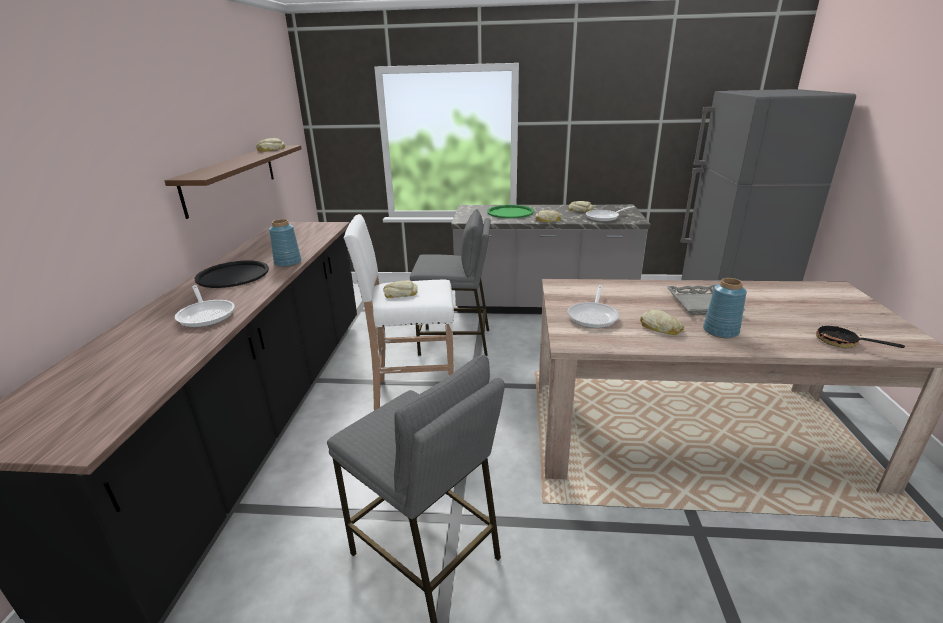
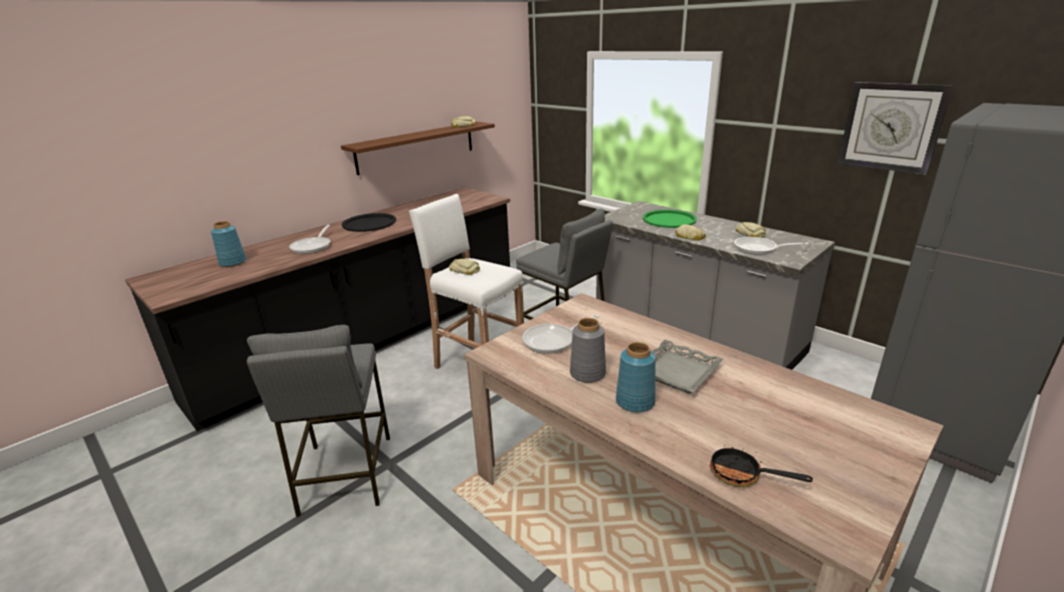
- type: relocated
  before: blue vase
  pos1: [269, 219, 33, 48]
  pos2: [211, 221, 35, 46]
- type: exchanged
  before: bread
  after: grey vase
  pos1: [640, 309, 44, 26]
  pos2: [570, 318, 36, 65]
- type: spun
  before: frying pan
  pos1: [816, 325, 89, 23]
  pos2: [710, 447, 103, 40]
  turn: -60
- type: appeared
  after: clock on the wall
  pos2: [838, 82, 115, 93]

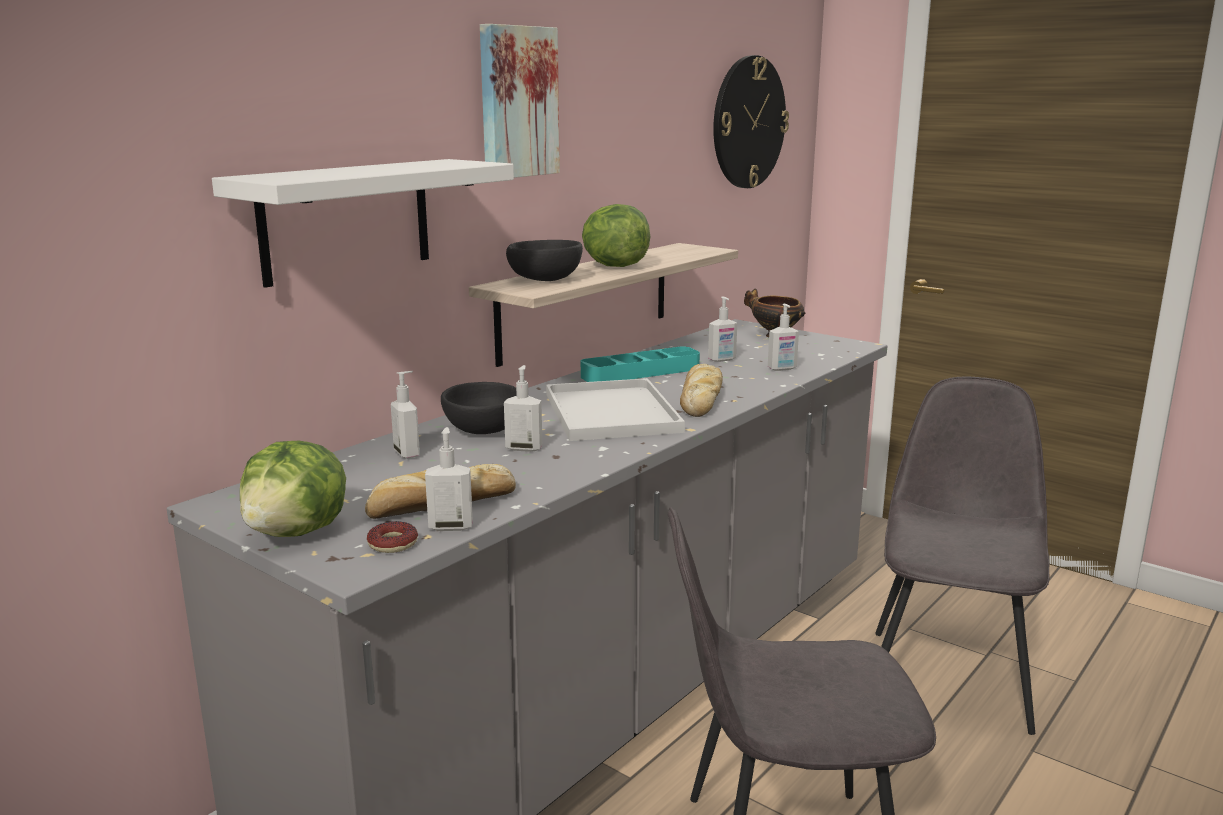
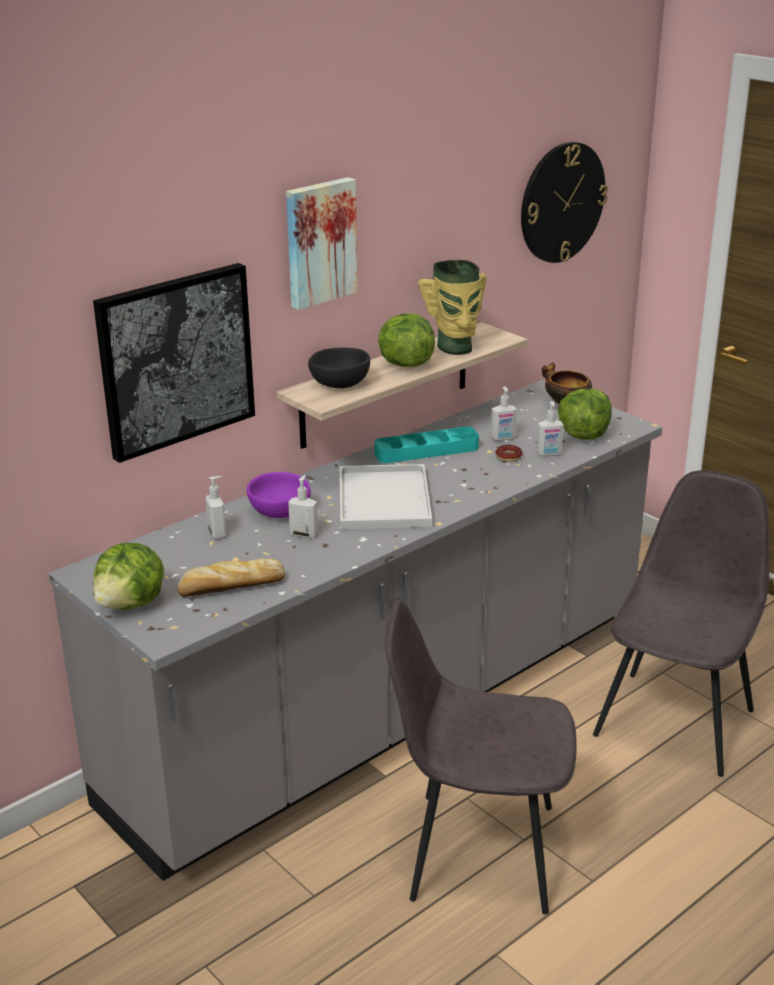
- type: exchanged
  before: white wall shelf
  after: picture
  pos1: [212, 159, 302, 129]
  pos2: [93, 263, 162, 200]
- type: relocated
  before: doughnut
  pos1: [367, 521, 51, 32]
  pos2: [496, 445, 27, 17]
- type: missing
  before: soap dispenser
  pos1: [425, 427, 48, 104]
- type: colour
  before: black serving bowl
  after: purple serving bowl
  pos1: [441, 382, 76, 52]
  pos2: [246, 472, 65, 46]
- type: missing
  before: bread
  pos1: [680, 364, 43, 53]
- type: appeared
  after: vase
  pos2: [418, 260, 69, 95]
- type: appeared
  after: lettuce
  pos2: [558, 388, 54, 52]

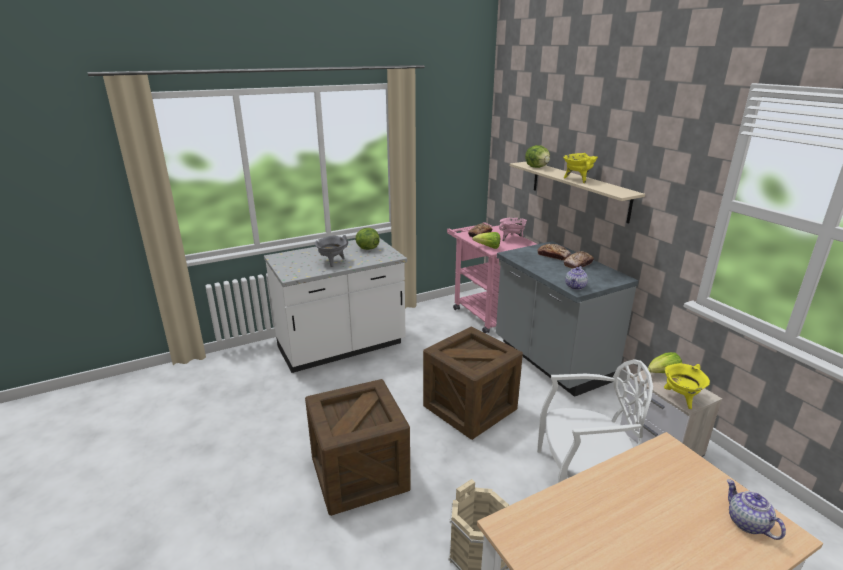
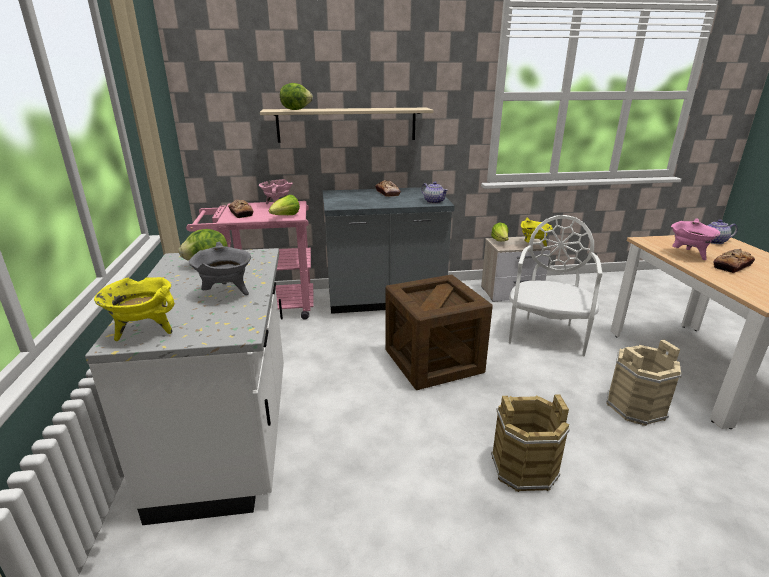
- type: exchanged
  before: crate
  after: brown water bucket
  pos1: [305, 379, 106, 137]
  pos2: [491, 394, 79, 98]
- type: relocated
  before: bread
  pos1: [537, 244, 34, 16]
  pos2: [714, 249, 41, 24]
- type: relocated
  before: yellowish saucepot
  pos1: [563, 153, 35, 30]
  pos2: [94, 277, 81, 64]
- type: appeared
  after: pink-coloured saucepot
  pos2: [671, 219, 49, 41]

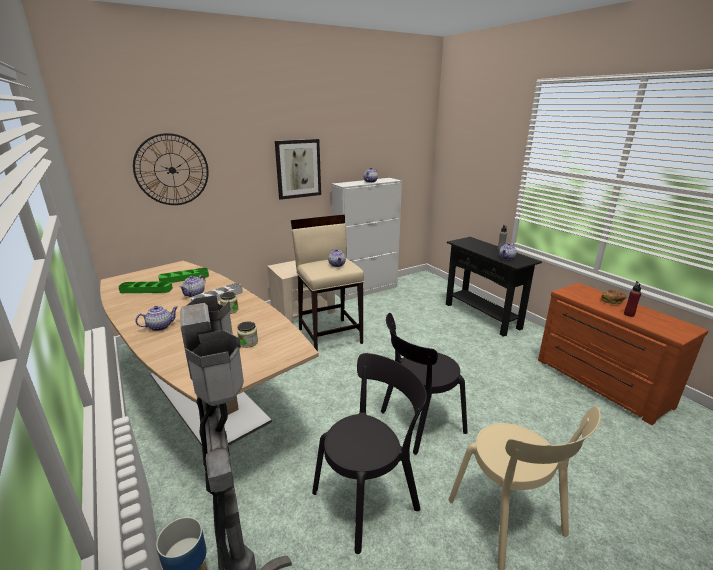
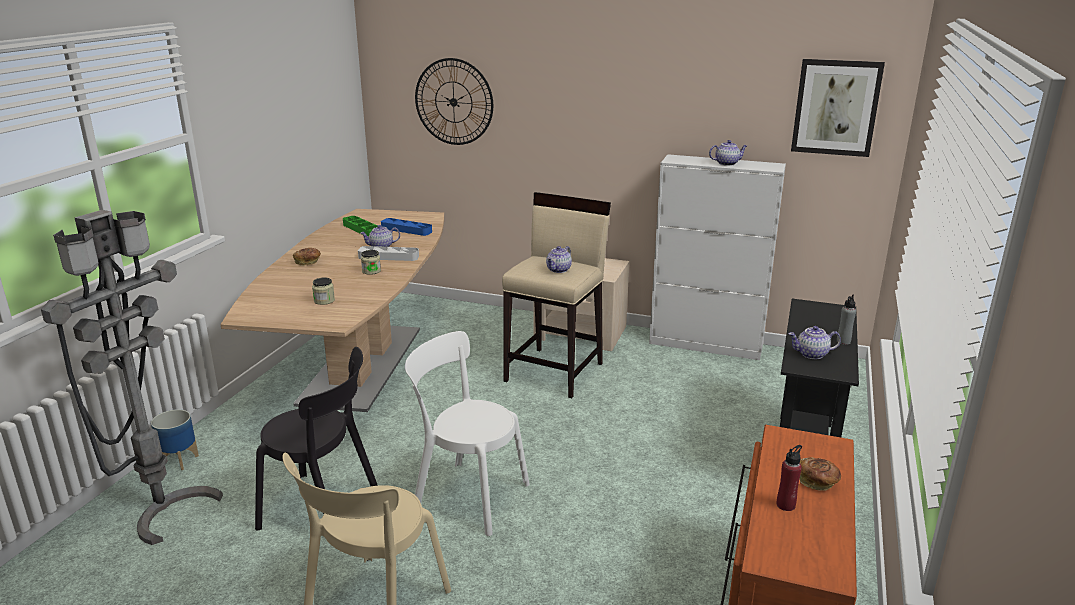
- type: exchanged
  before: tea pot
  after: bread
  pos1: [135, 306, 43, 25]
  pos2: [293, 248, 28, 17]
- type: colour
  before: greenish tray
  after: blue tray
  pos1: [158, 268, 51, 15]
  pos2: [381, 218, 51, 18]
- type: relocated
  before: picture
  pos1: [275, 139, 46, 61]
  pos2: [791, 59, 94, 98]
- type: colour
  before: black plain chair
  after: white plain chair
  pos1: [381, 313, 87, 142]
  pos2: [405, 331, 125, 205]

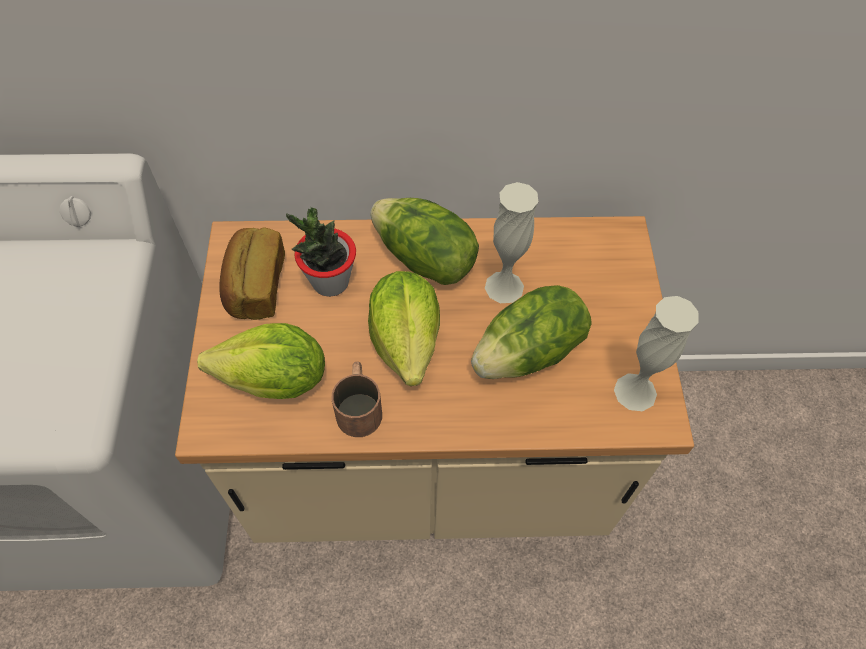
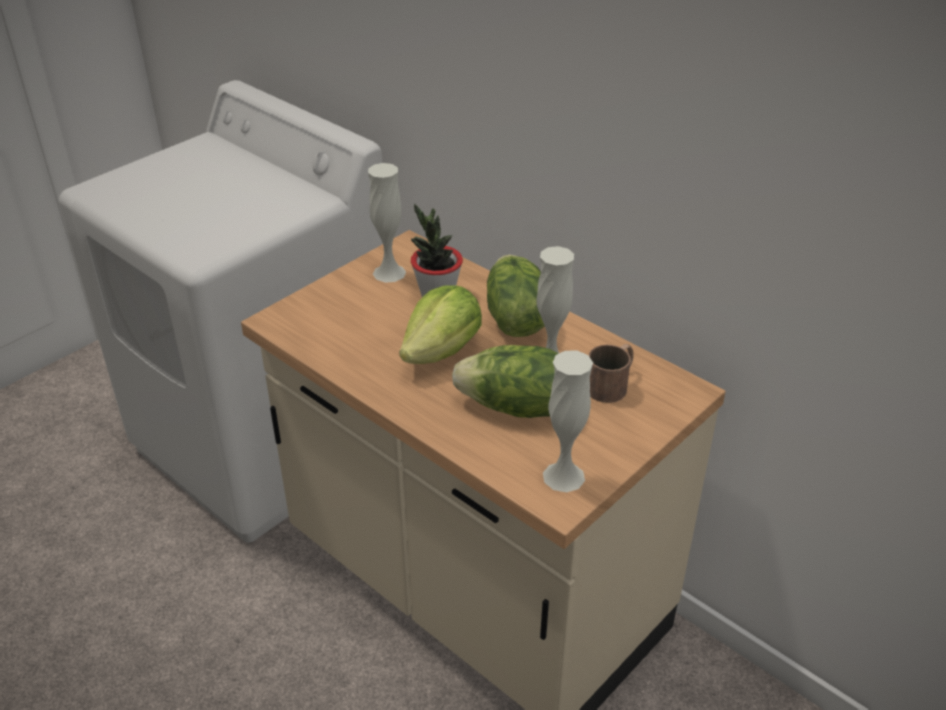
- type: missing
  before: lettuce
  pos1: [197, 323, 128, 76]
- type: exchanged
  before: bread
  after: white vase
  pos1: [220, 227, 65, 93]
  pos2: [368, 163, 38, 120]
- type: relocated
  before: brown coffee mug
  pos1: [332, 362, 50, 75]
  pos2: [589, 344, 45, 59]

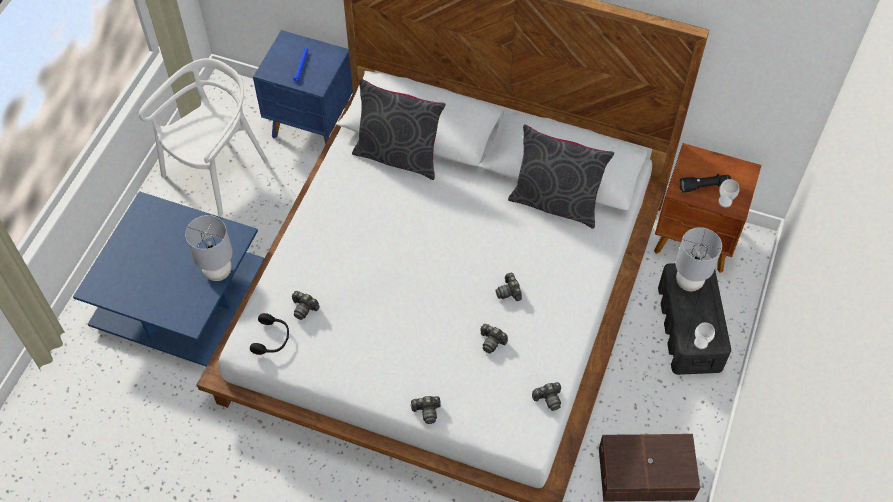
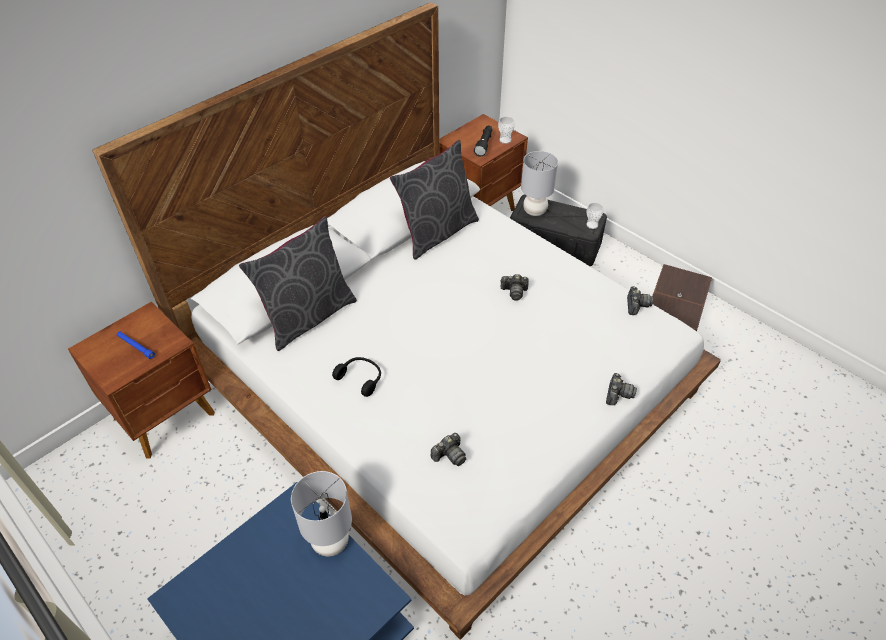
- type: missing
  before: white plain chair
  pos1: [139, 58, 129, 158]
- type: relocated
  before: black headphones
  pos1: [250, 313, 39, 42]
  pos2: [332, 357, 49, 40]
- type: colour
  before: blue night table
  after: brown night table
  pos1: [253, 30, 100, 114]
  pos2: [68, 302, 147, 157]
- type: missing
  before: still camera
  pos1: [480, 324, 28, 29]

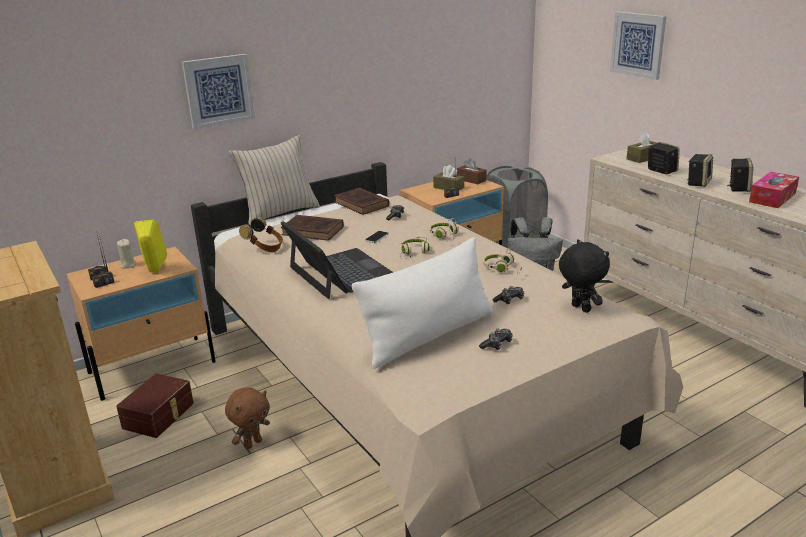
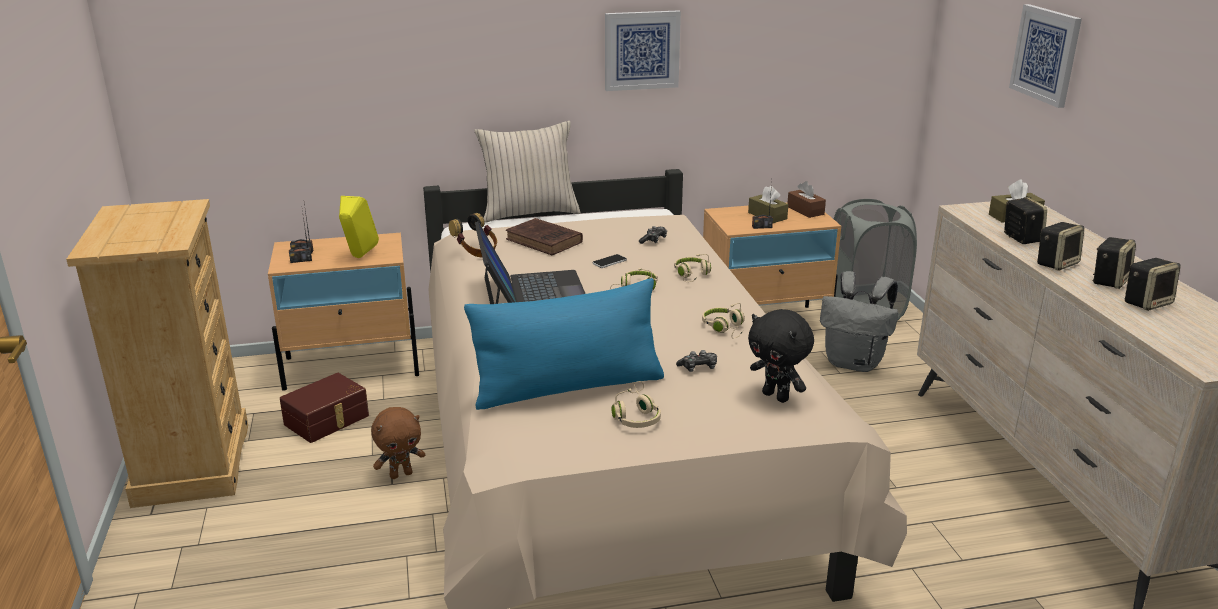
- type: missing
  before: beige-coloured candle
  pos1: [117, 239, 19, 30]
- type: relocated
  before: picture
  pos1: [182, 54, 73, 75]
  pos2: [605, 10, 76, 81]
- type: missing
  before: brown bound book
  pos1: [334, 188, 55, 27]
- type: colour
  before: white throw pillow
  after: blue throw pillow
  pos1: [352, 237, 141, 132]
  pos2: [464, 278, 200, 132]
- type: exchanged
  before: gamepad
  after: beige-coloured headphones
  pos1: [479, 329, 34, 21]
  pos2: [612, 381, 49, 47]
- type: spun
  before: black plush toy
  pos1: [559, 239, 51, 74]
  pos2: [748, 309, 66, 94]
  turn: 150
- type: exchanged
  before: tissue holder
  after: audio speaker
  pos1: [749, 172, 50, 36]
  pos2: [1125, 258, 55, 53]

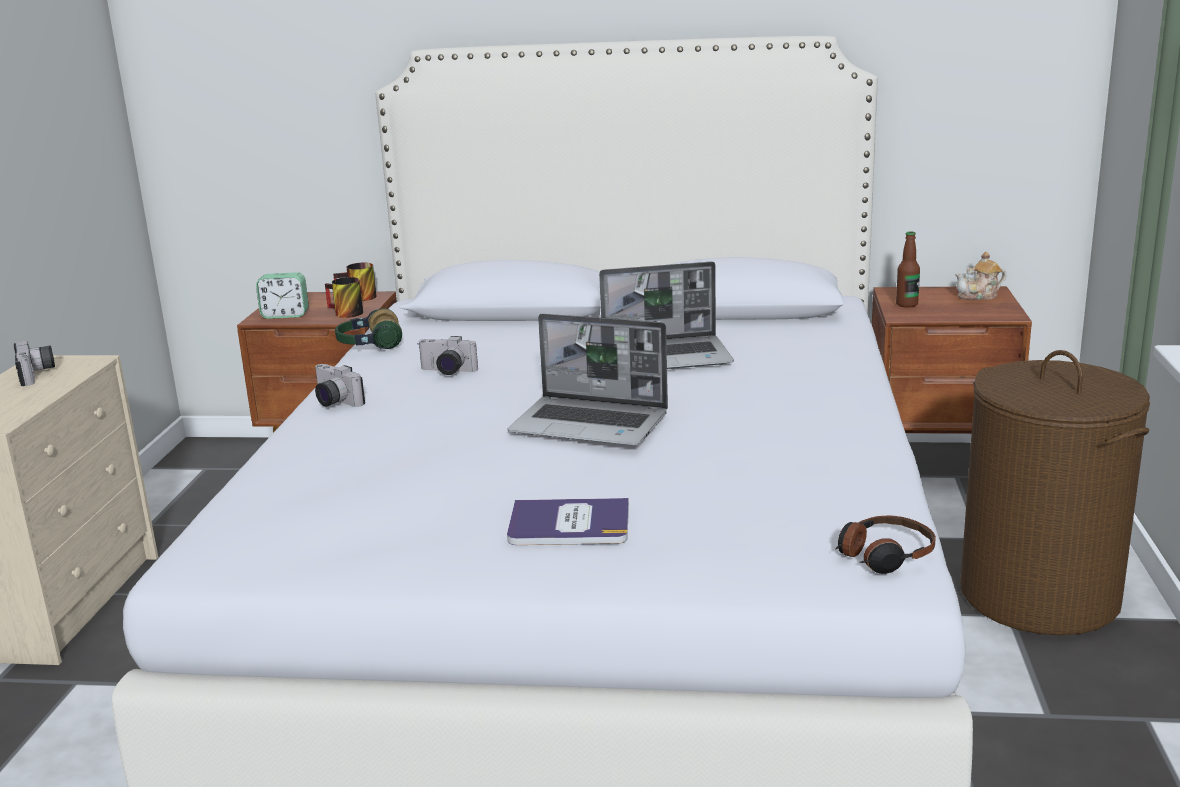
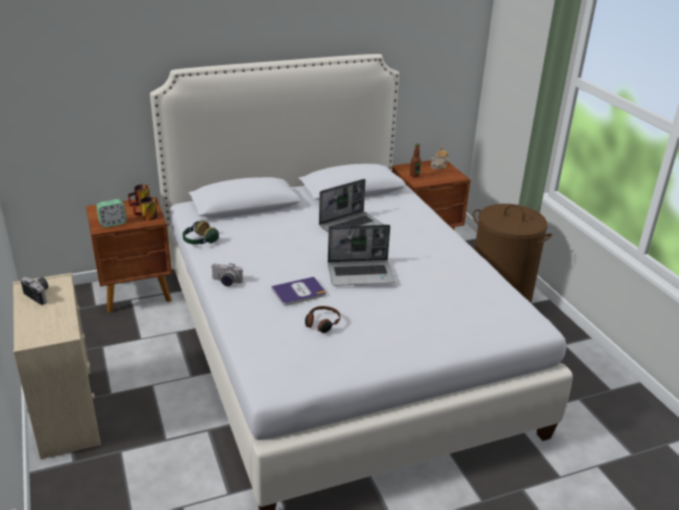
- type: missing
  before: still camera
  pos1: [418, 336, 60, 39]
- type: relocated
  before: bound book
  pos1: [507, 498, 122, 47]
  pos2: [271, 277, 55, 28]
- type: relocated
  before: headphones
  pos1: [836, 516, 100, 58]
  pos2: [305, 306, 35, 27]

